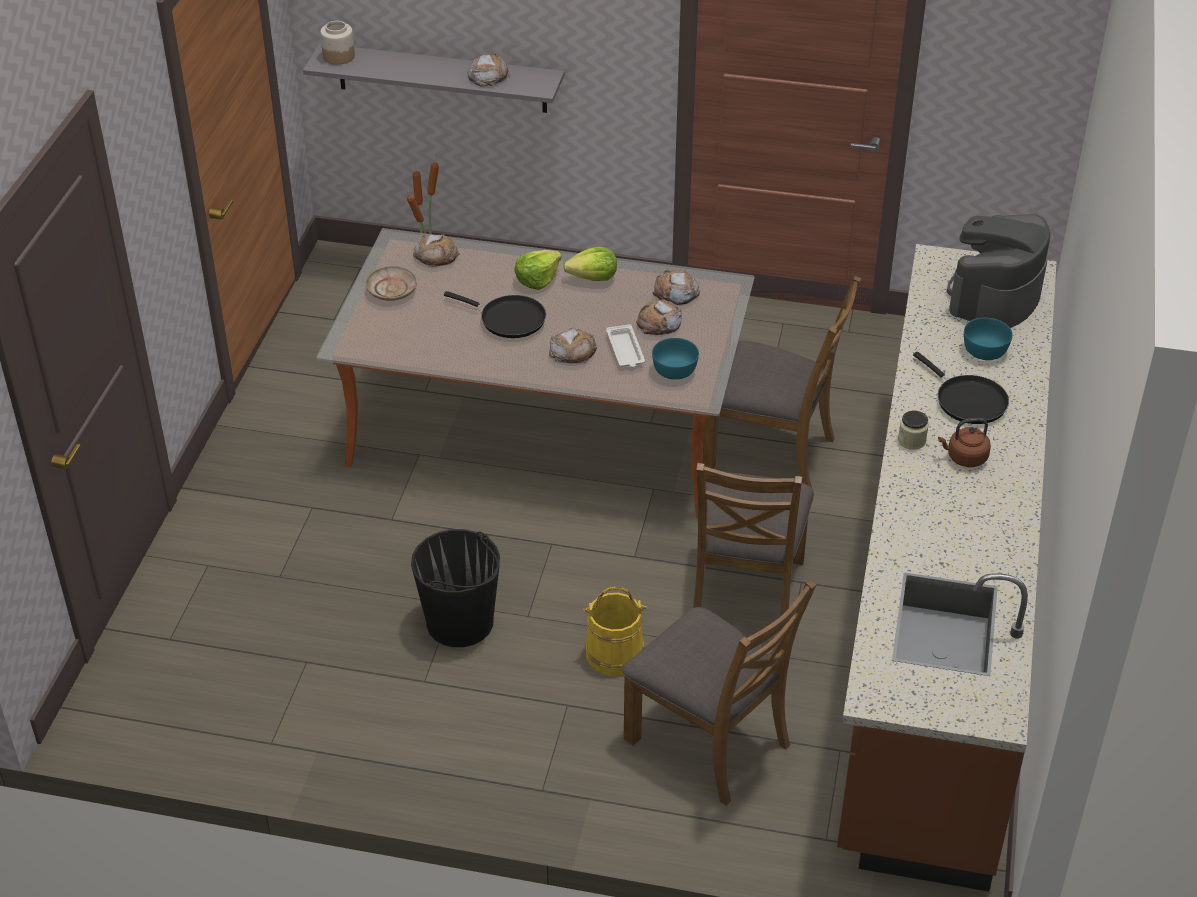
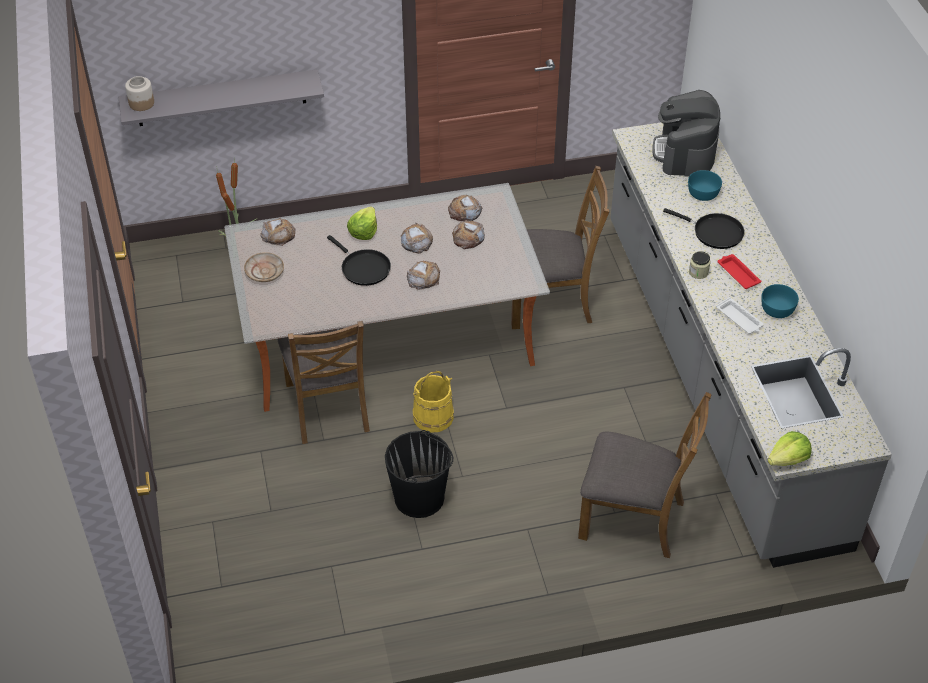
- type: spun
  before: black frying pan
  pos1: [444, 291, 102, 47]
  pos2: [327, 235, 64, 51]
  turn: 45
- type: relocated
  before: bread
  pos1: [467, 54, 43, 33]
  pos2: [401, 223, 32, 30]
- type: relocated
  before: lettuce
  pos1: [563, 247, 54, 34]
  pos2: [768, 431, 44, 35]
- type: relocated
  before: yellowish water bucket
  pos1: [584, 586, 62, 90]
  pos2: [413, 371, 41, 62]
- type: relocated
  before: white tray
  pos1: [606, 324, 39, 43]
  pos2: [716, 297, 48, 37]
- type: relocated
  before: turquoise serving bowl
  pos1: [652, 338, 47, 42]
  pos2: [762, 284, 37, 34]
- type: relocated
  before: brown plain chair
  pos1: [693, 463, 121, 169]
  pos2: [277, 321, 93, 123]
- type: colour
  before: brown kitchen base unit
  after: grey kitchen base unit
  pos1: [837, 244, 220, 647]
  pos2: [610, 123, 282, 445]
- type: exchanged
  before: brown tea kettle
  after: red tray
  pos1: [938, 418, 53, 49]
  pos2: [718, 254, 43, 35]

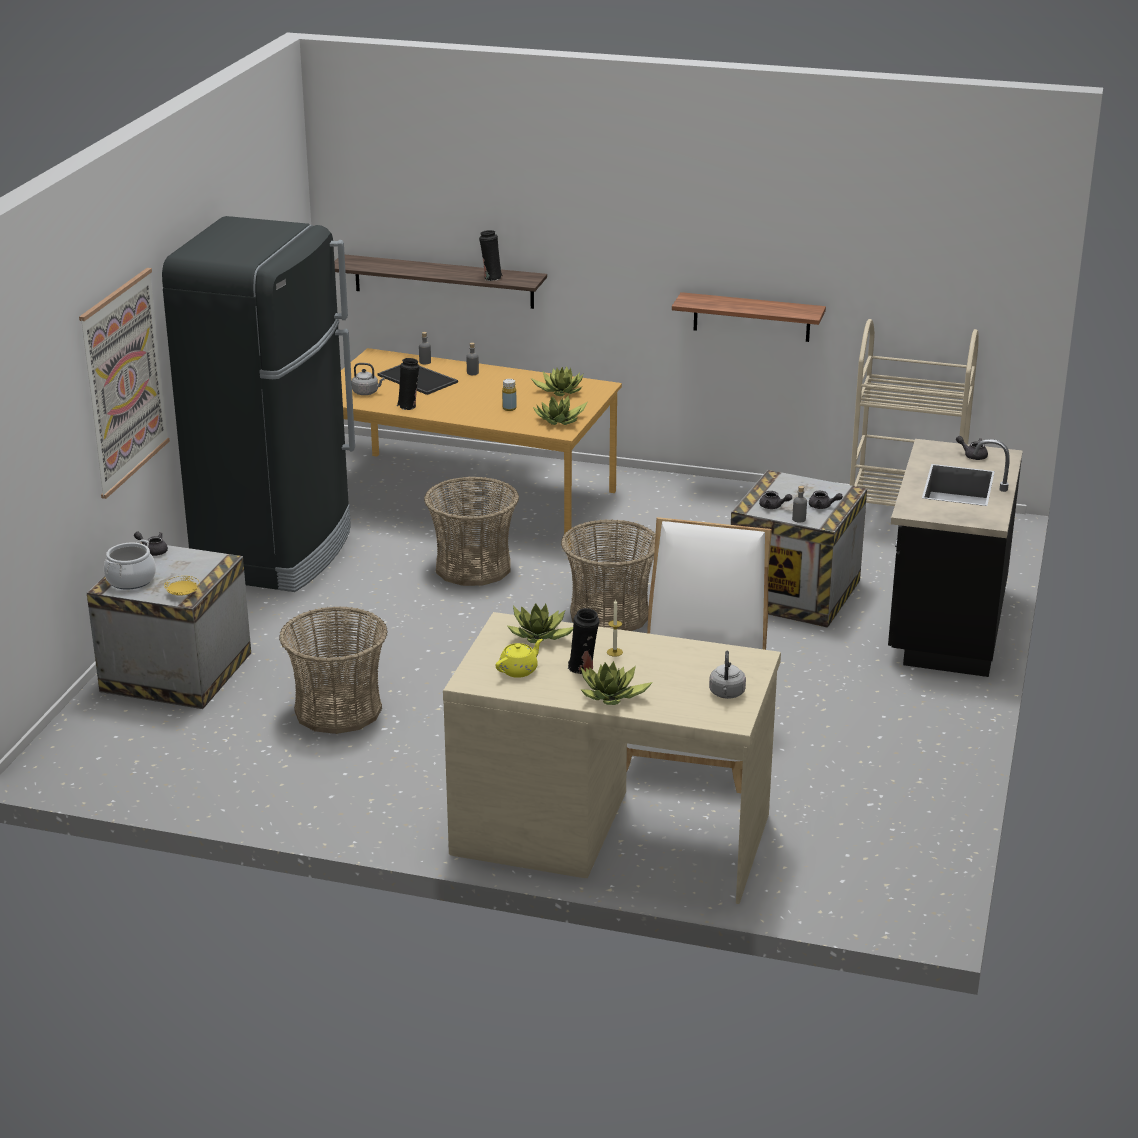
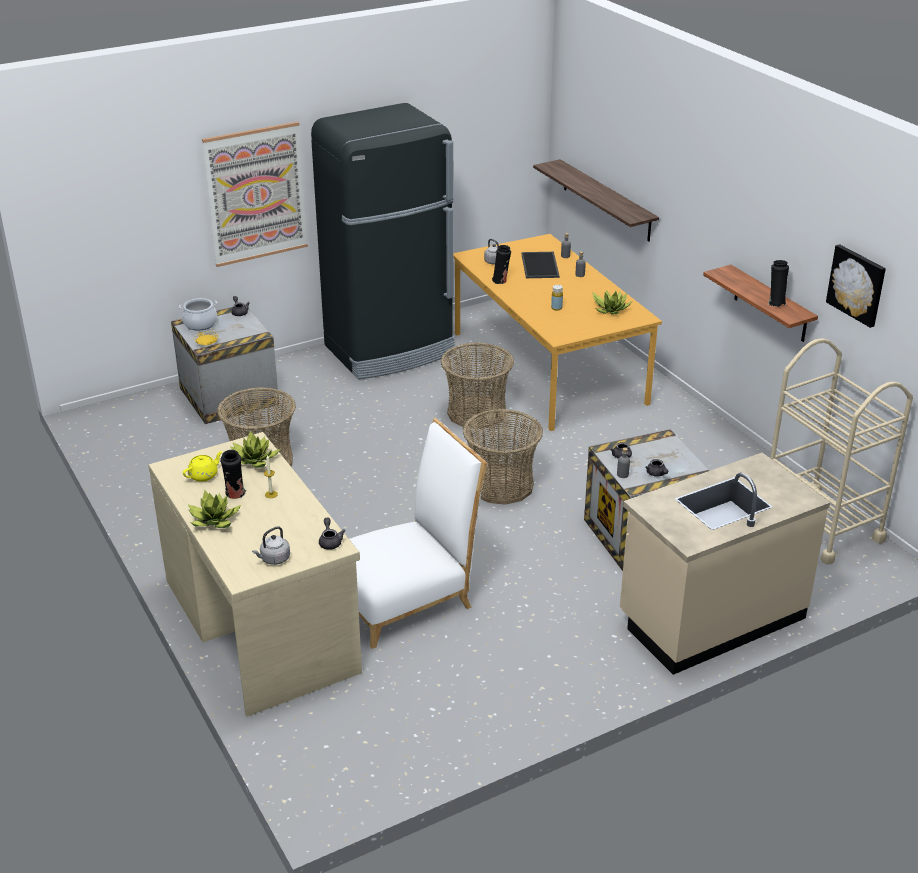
- type: relocated
  before: black vase
  pos1: [479, 230, 24, 51]
  pos2: [768, 260, 21, 47]
- type: spun
  before: yellowish tea pot
  pos1: [496, 639, 47, 39]
  pos2: [183, 451, 40, 31]
  turn: -45
- type: missing
  before: houseplant
  pos1: [533, 396, 54, 29]
- type: colour
  before: black kitchen base unit
  after: beige-coloured kitchen base unit
  pos1: [888, 439, 135, 238]
  pos2: [620, 453, 210, 222]
- type: relocated
  before: grey tea pot
  pos1: [956, 436, 32, 24]
  pos2: [319, 518, 27, 32]
- type: appeared
  after: picture
  pos2: [826, 244, 60, 84]

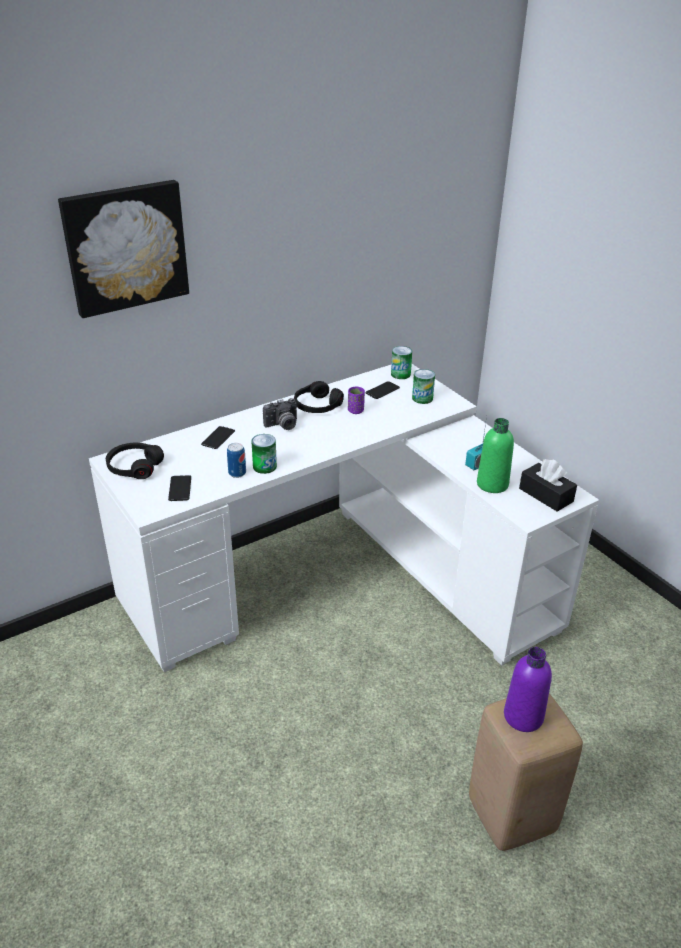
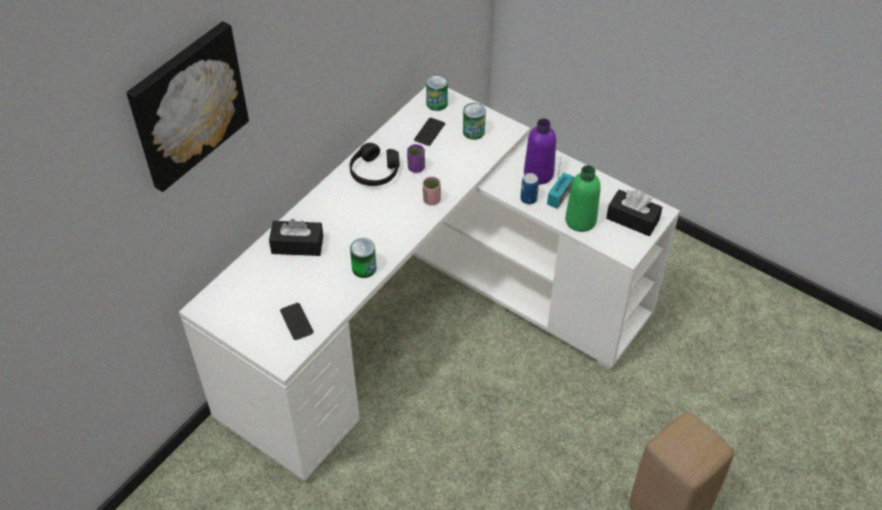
- type: missing
  before: black headphones
  pos1: [106, 442, 58, 37]
- type: exchanged
  before: telephone
  after: black tissue holder
  pos1: [201, 426, 34, 23]
  pos2: [269, 219, 54, 37]
- type: relocated
  before: sealed can
  pos1: [227, 443, 19, 35]
  pos2: [520, 173, 19, 31]
- type: missing
  before: still camera
  pos1: [263, 398, 34, 32]
- type: relocated
  before: purple beverage bottle
  pos1: [504, 647, 48, 85]
  pos2: [524, 118, 32, 66]
- type: appeared
  after: pink-coloured drinking cup
  pos2: [423, 176, 18, 29]

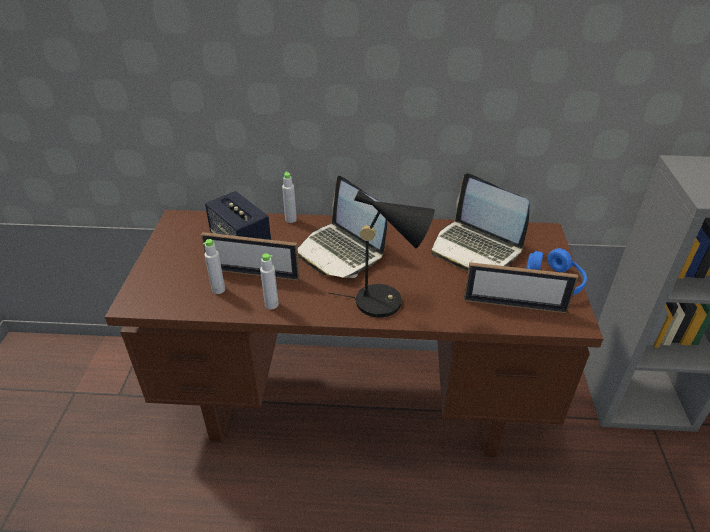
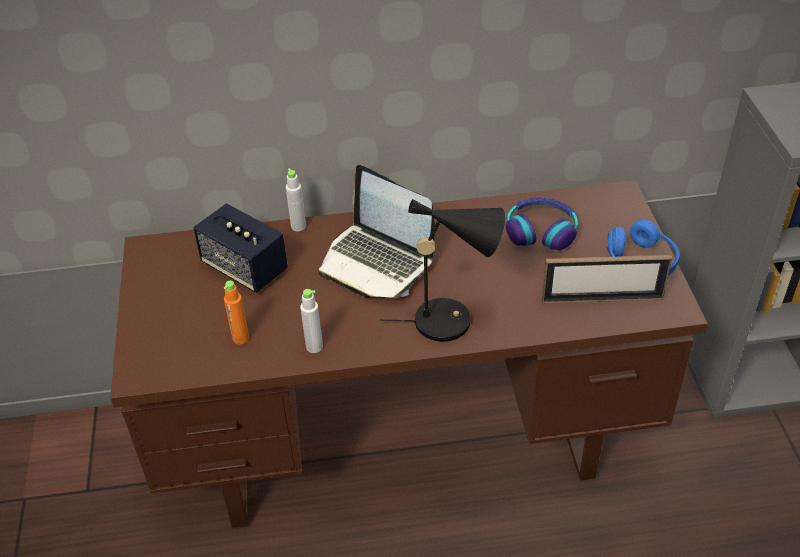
- type: missing
  before: standing frame
  pos1: [201, 232, 99, 49]
- type: colour
  before: grey beverage bottle
  after: orange-coloured beverage bottle
  pos1: [203, 239, 22, 55]
  pos2: [224, 281, 25, 64]
- type: exchanged
  before: laptop
  after: headphones
  pos1: [431, 173, 98, 98]
  pos2: [506, 198, 72, 52]

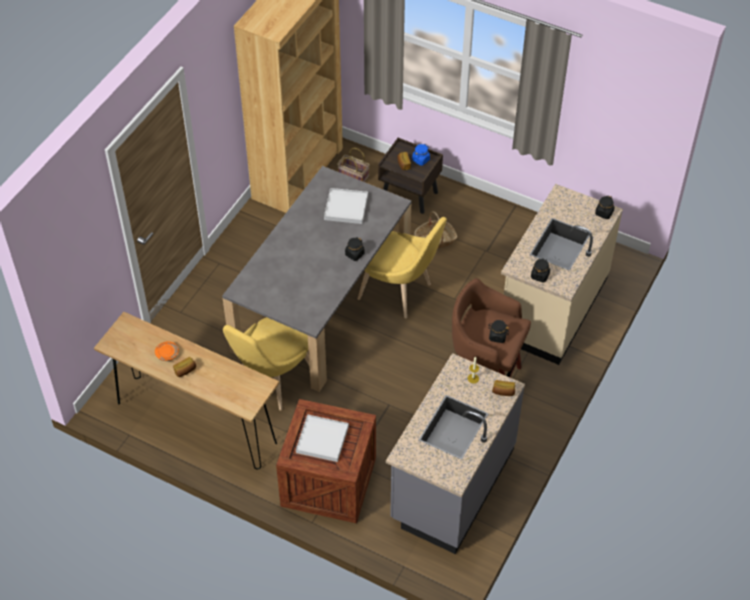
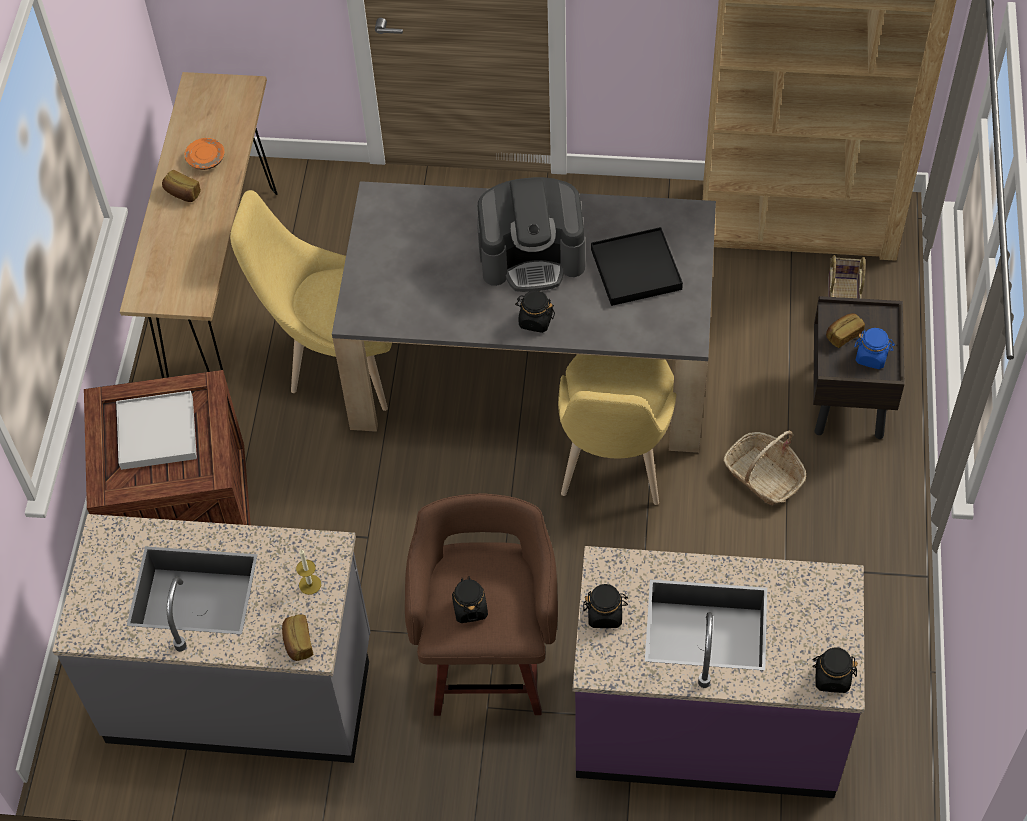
- type: colour
  before: white tray
  after: black tray
  pos1: [324, 188, 44, 36]
  pos2: [591, 227, 92, 79]
- type: colour
  before: beige-coloured kitchen base unit
  after: purple kitchen base unit
  pos1: [501, 184, 122, 181]
  pos2: [573, 546, 292, 252]
- type: appeared
  after: coffee brewer
  pos2: [477, 177, 108, 115]

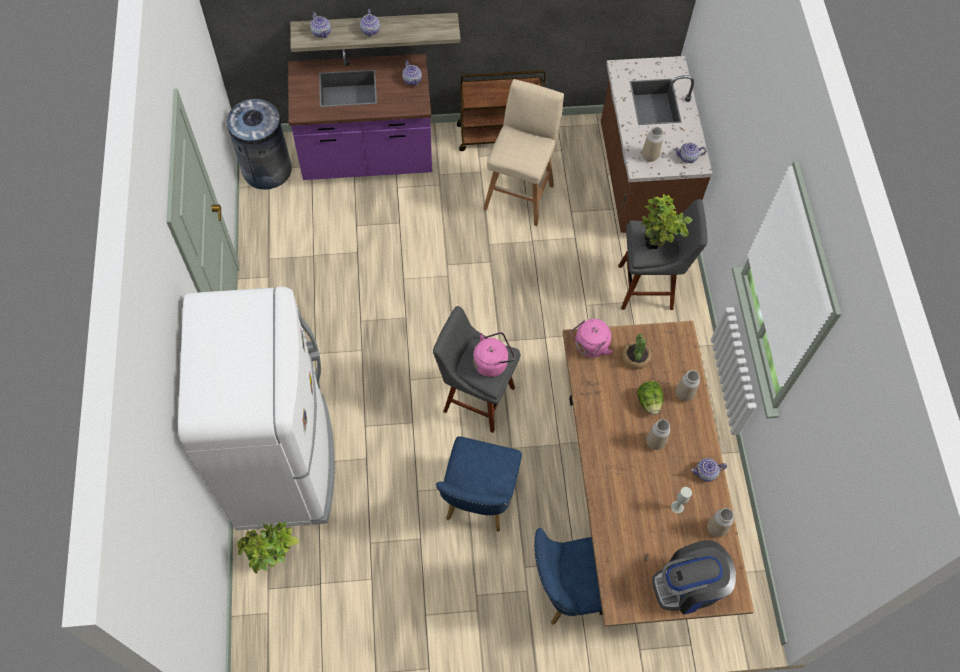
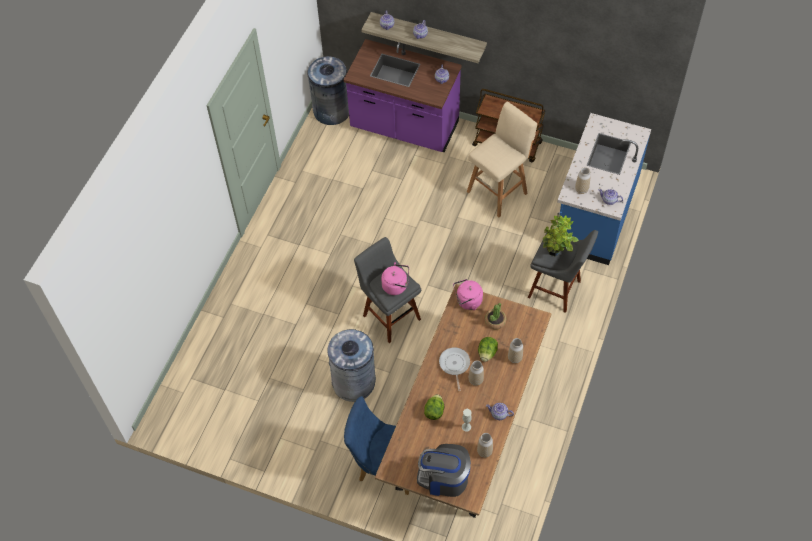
- type: missing
  before: white refrigerator
  pos1: [178, 286, 157, 244]
- type: missing
  before: houseplant
  pos1: [237, 521, 63, 53]
- type: exchanged
  before: blue plain chair
  after: grey trash can
  pos1: [436, 436, 86, 96]
  pos2: [327, 329, 49, 73]
- type: colour
  before: brown kitchen base unit
  after: blue kitchen base unit
  pos1: [601, 56, 112, 177]
  pos2: [557, 113, 94, 152]
- type: appeared
  after: lettuce
  pos2: [424, 394, 20, 26]
- type: appeared
  after: frying pan
  pos2: [439, 347, 31, 44]

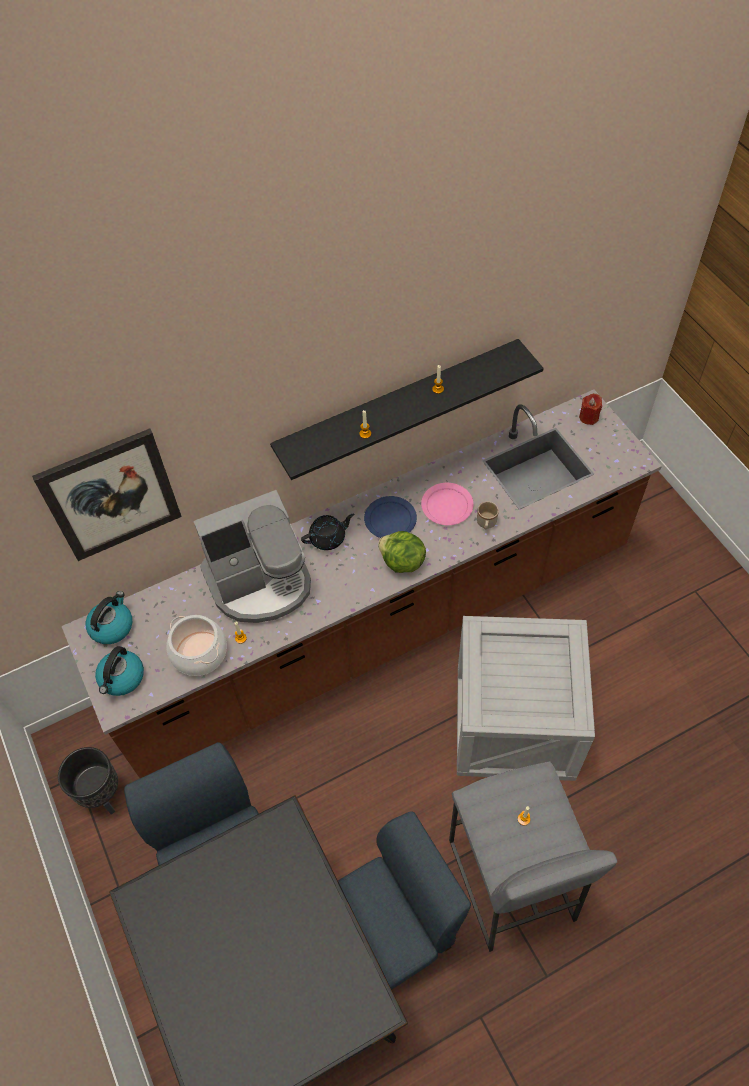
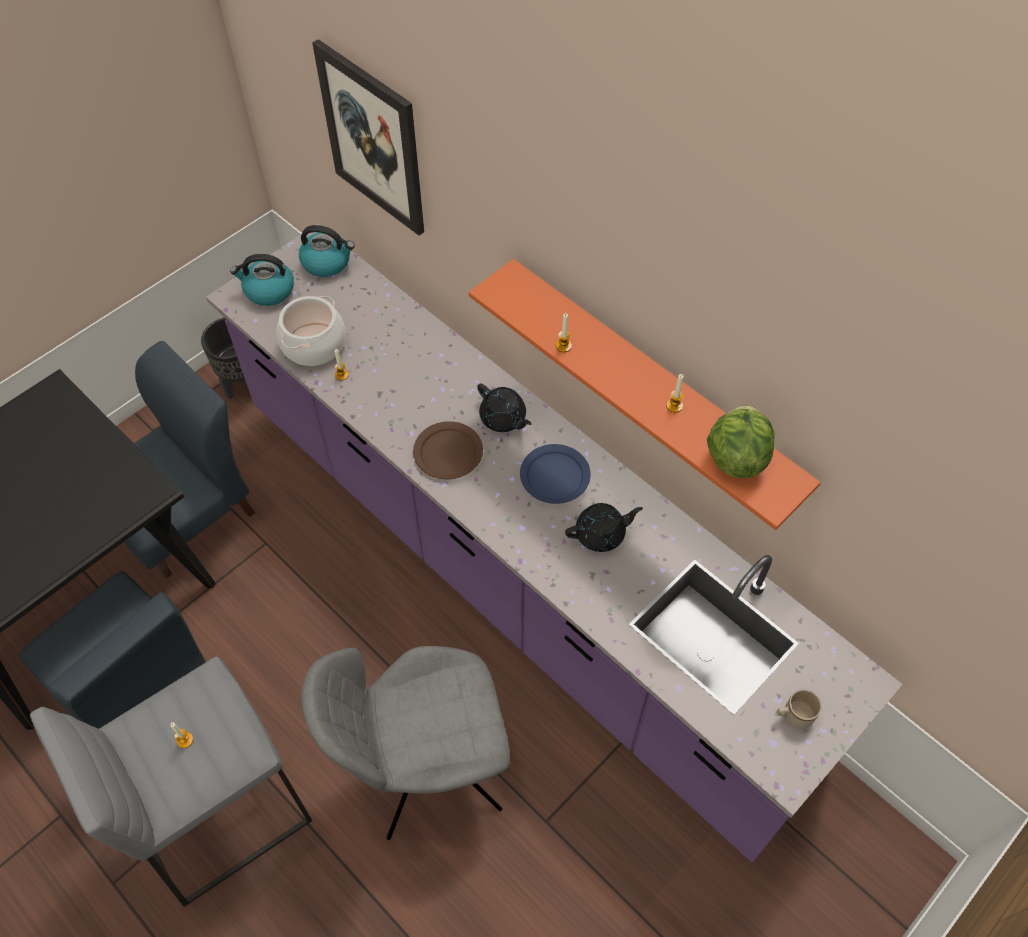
- type: colour
  before: brown kitchen base unit
  after: purple kitchen base unit
  pos1: [62, 390, 600, 388]
  pos2: [206, 224, 696, 639]
- type: missing
  before: coffee brewer
  pos1: [193, 490, 118, 133]
- type: colour
  before: black wall shelf
  after: orange-coloured wall shelf
  pos1: [270, 339, 274, 141]
  pos2: [469, 259, 352, 271]
- type: relocated
  before: lettuce
  pos1: [378, 531, 48, 42]
  pos2: [707, 405, 68, 73]
- type: exchanged
  before: pink-coloured plate
  after: black tea pot
  pos1: [421, 483, 53, 42]
  pos2: [565, 503, 78, 49]
- type: exchanged
  before: crate
  after: grey plain chair
  pos1: [457, 616, 138, 165]
  pos2: [301, 646, 209, 194]
- type: relocated
  before: beige-coloured coffee mug
  pos1: [477, 501, 22, 29]
  pos2: [777, 689, 45, 40]
- type: missing
  before: red candle
  pos1: [579, 393, 23, 32]
- type: appeared
  after: brown plate
  pos2: [413, 421, 70, 58]

